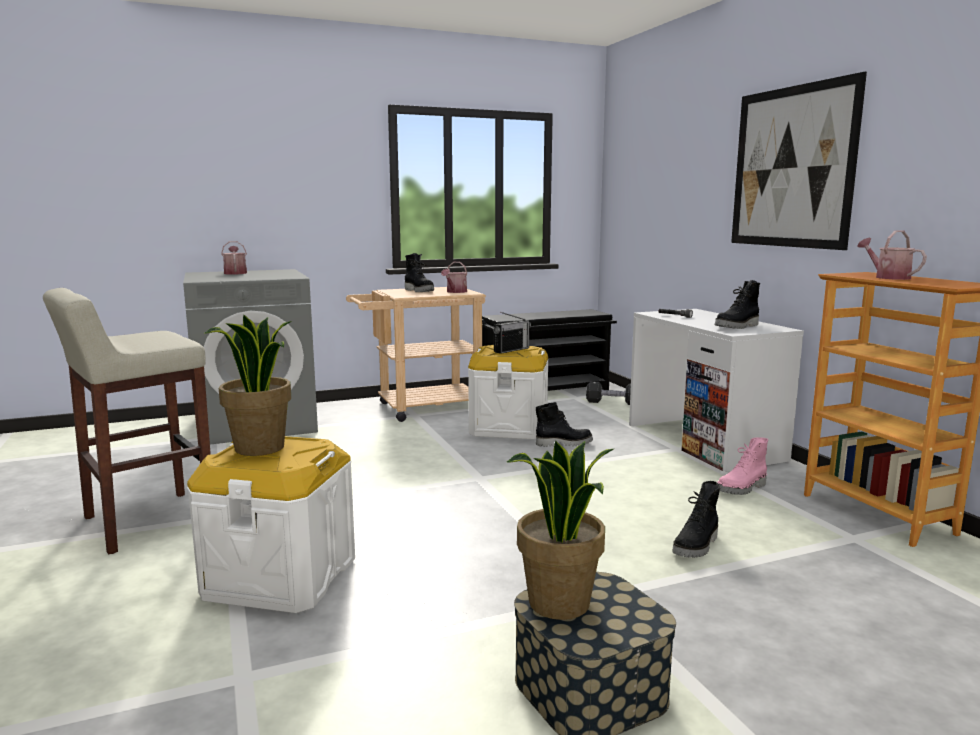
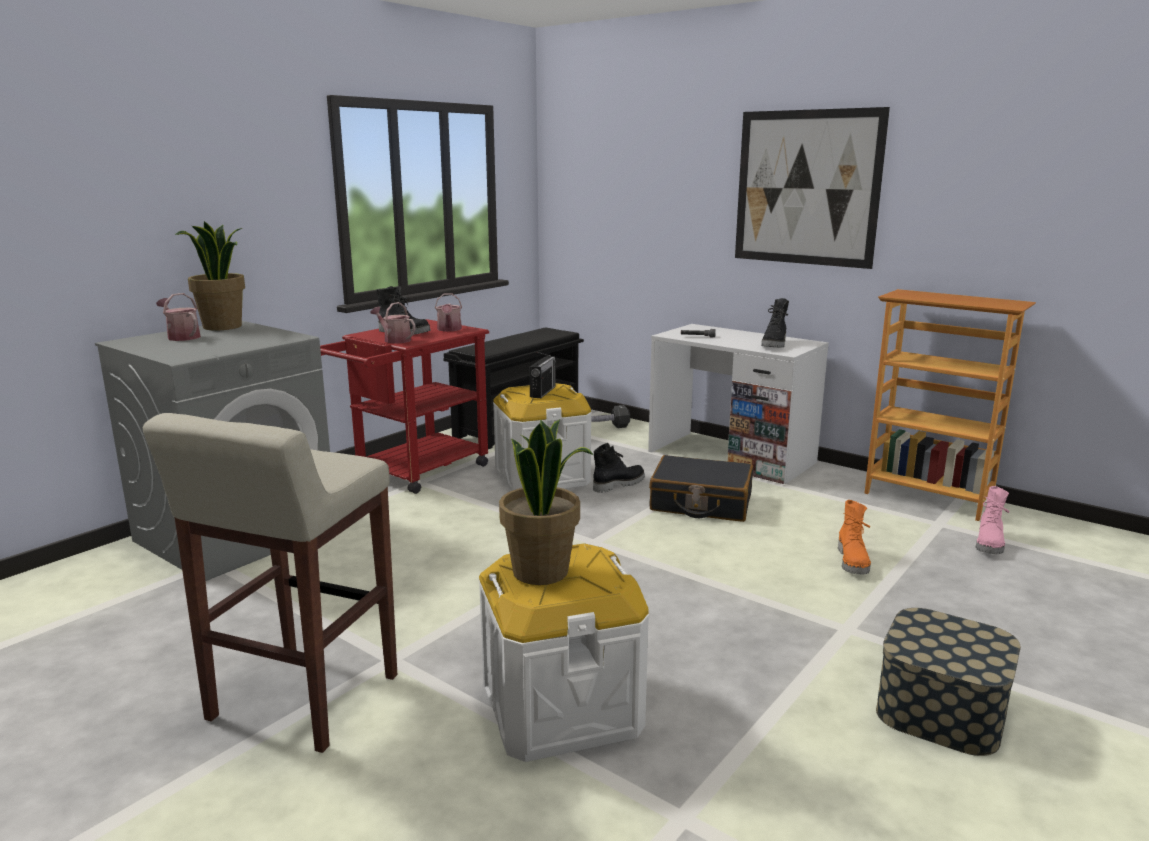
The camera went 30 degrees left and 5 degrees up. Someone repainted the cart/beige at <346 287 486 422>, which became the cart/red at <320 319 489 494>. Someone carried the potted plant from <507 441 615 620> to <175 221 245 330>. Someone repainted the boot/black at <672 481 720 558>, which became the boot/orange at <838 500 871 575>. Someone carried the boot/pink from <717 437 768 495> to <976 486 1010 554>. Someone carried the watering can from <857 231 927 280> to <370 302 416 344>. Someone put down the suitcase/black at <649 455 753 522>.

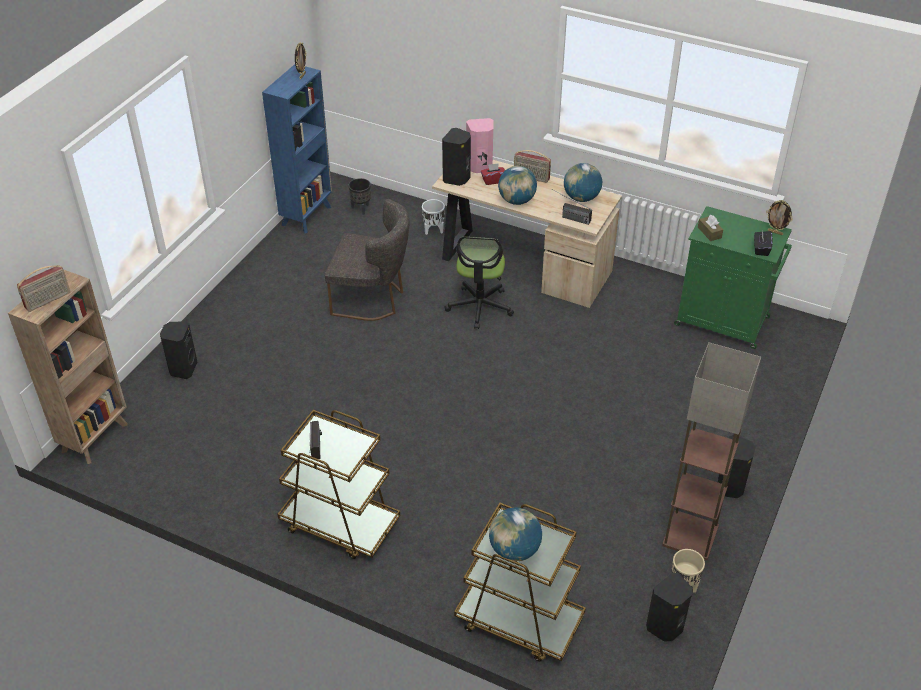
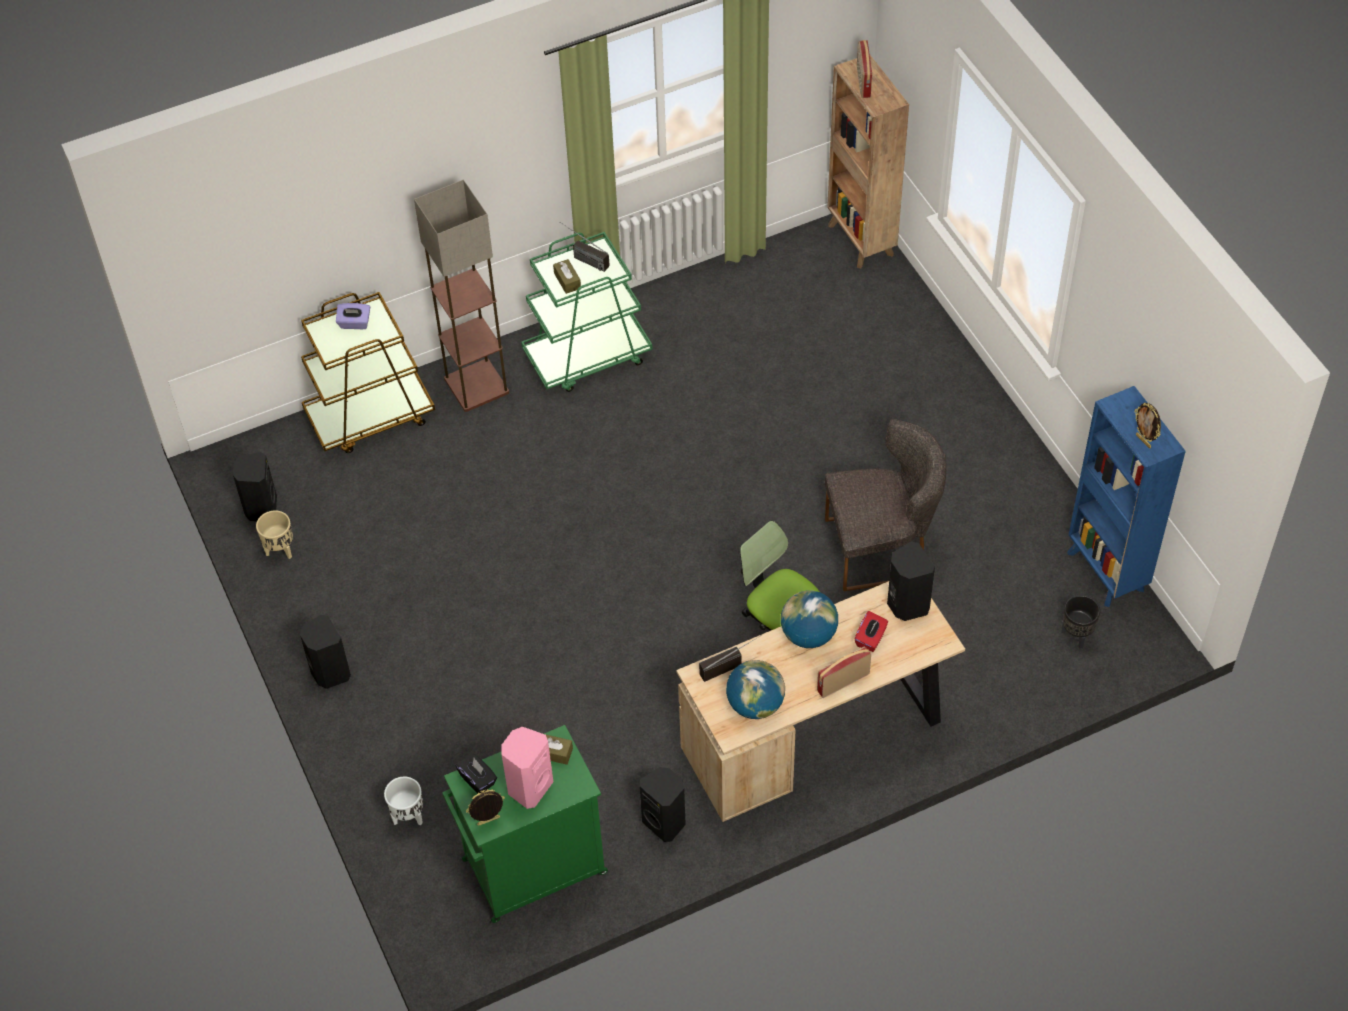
The camera went 130 degrees right and 10 degrees up. Someone carried the speaker/black from <160 321 197 379> to <640 767 686 842>. Someone repainted the cart/brown at <277 410 400 559>, which became the cart/green at <521 232 653 392>. Someone rotated the chair/grey at <324 199 409 321> by 150 degrees counterclockwise. Someone carried the planter/white from <422 199 445 235> to <384 776 423 825>. Someone carried the speaker/pink from <466 118 494 173> to <501 727 553 809>. Someone swapped the globe at <489 507 542 562> for the tissue box/purple at <336 303 370 329>. Someone carried the floor lamp from <662 342 761 560> to <414 180 509 412>. Someone put down the tissue box/brown at <553 259 581 294>.

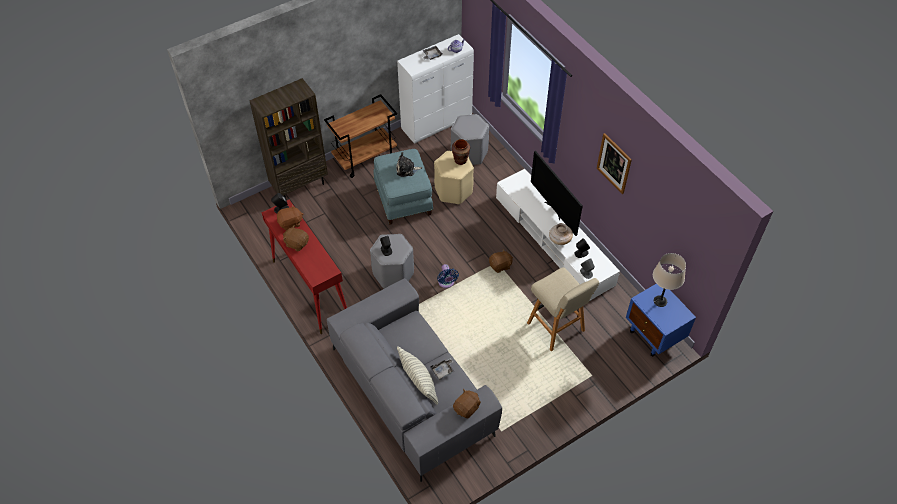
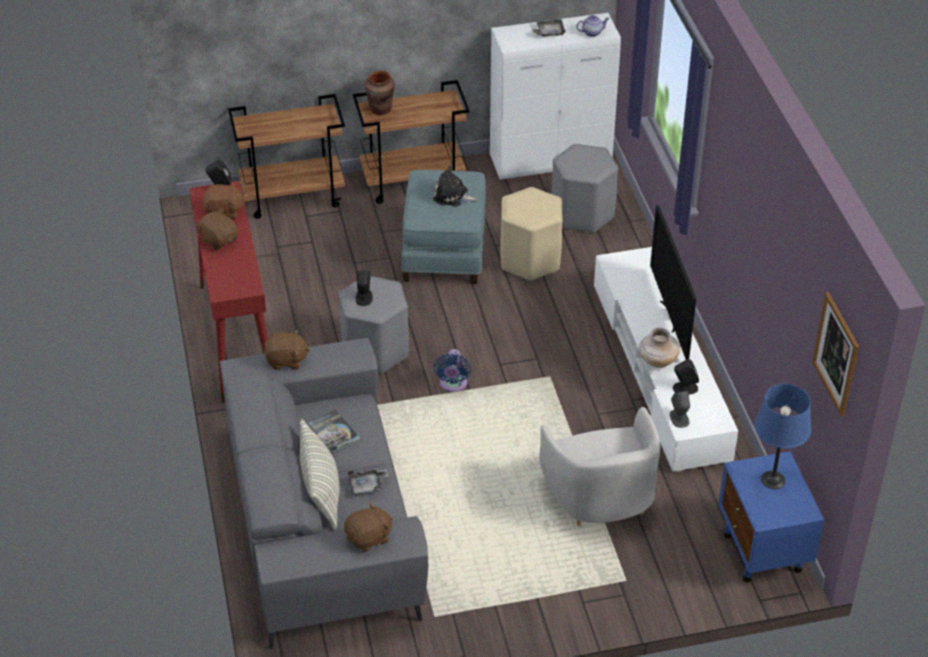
The camera went 20 degrees right and 10 degrees down. Someone swapped the bookcase/brown at <249 78 328 198> for the cart/brown at <228 94 345 219>. Someone carried the vase/brown from <452 139 470 165> to <365 71 395 115>. Someone carried the plush toy/brown from <489 249 513 273> to <264 329 310 370>. Someone swapped the stool/beige at <527 267 599 351> for the armchair/white at <539 407 660 526>. Someone carried the picture from <597 133 632 194> to <812 292 859 416>. Someone repainted the table lamp/beige at <653 253 686 307>, which became the table lamp/blue at <754 384 811 489>. Someone put down the book at <307 409 361 454>.

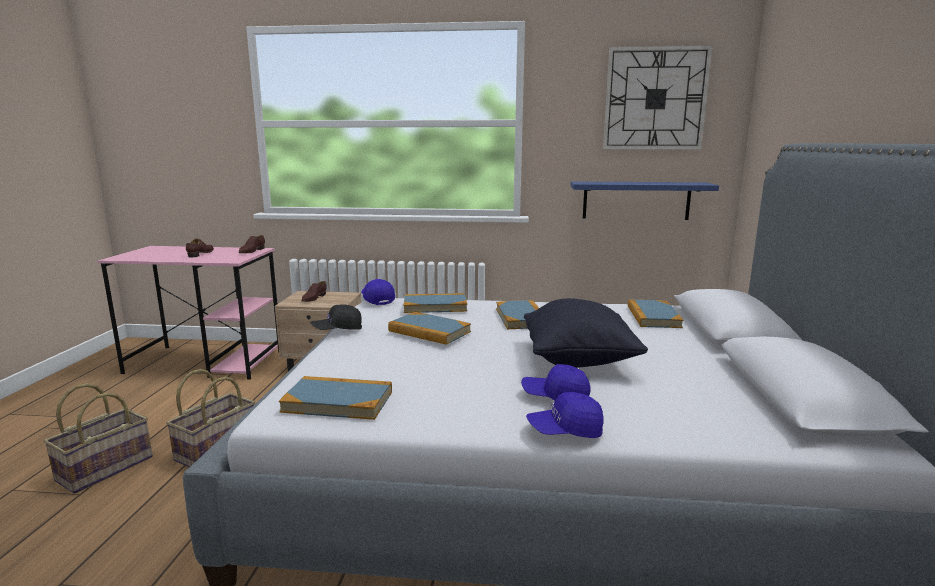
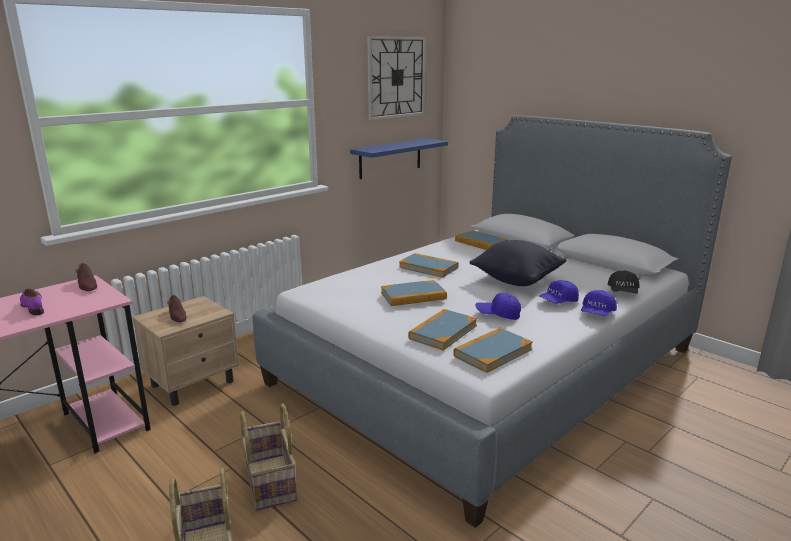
The camera went 50 degrees left and 5 degrees up. Someone repainted the shoe/brown at <186 239 214 258>, which became the shoe/purple at <20 288 44 315>. Someone carried the cap/black from <310 304 362 330> to <608 270 639 294>. Someone carried the cap/blue from <361 279 395 305> to <476 293 521 320>. Someone carried the book from <404 293 467 313> to <408 309 477 350>.

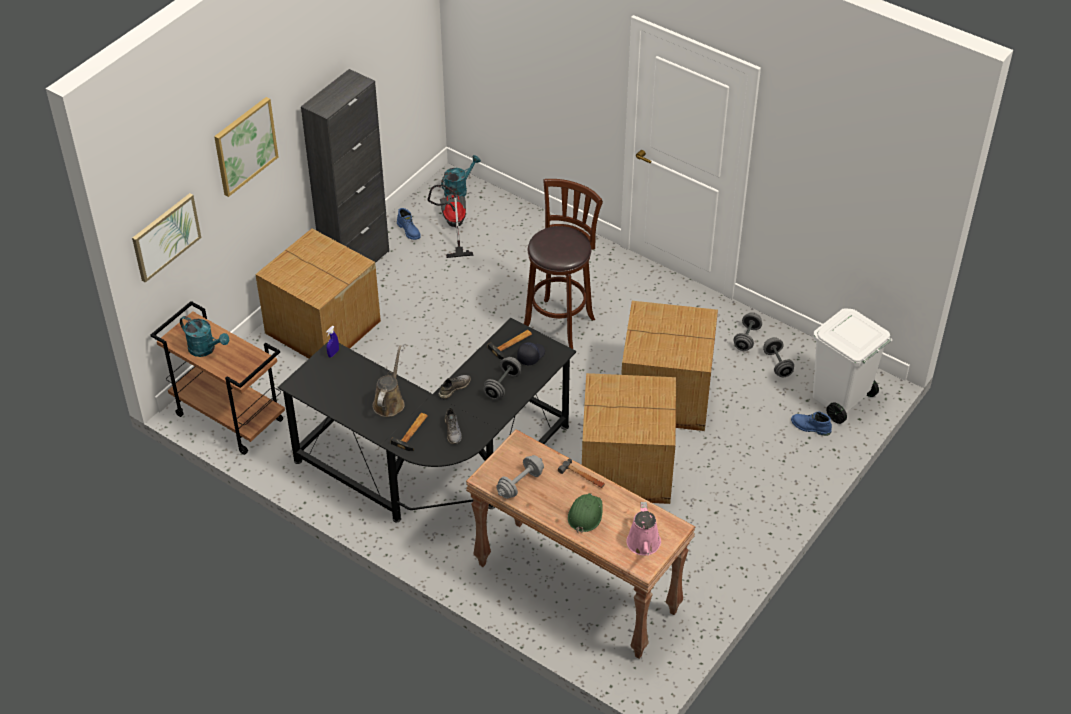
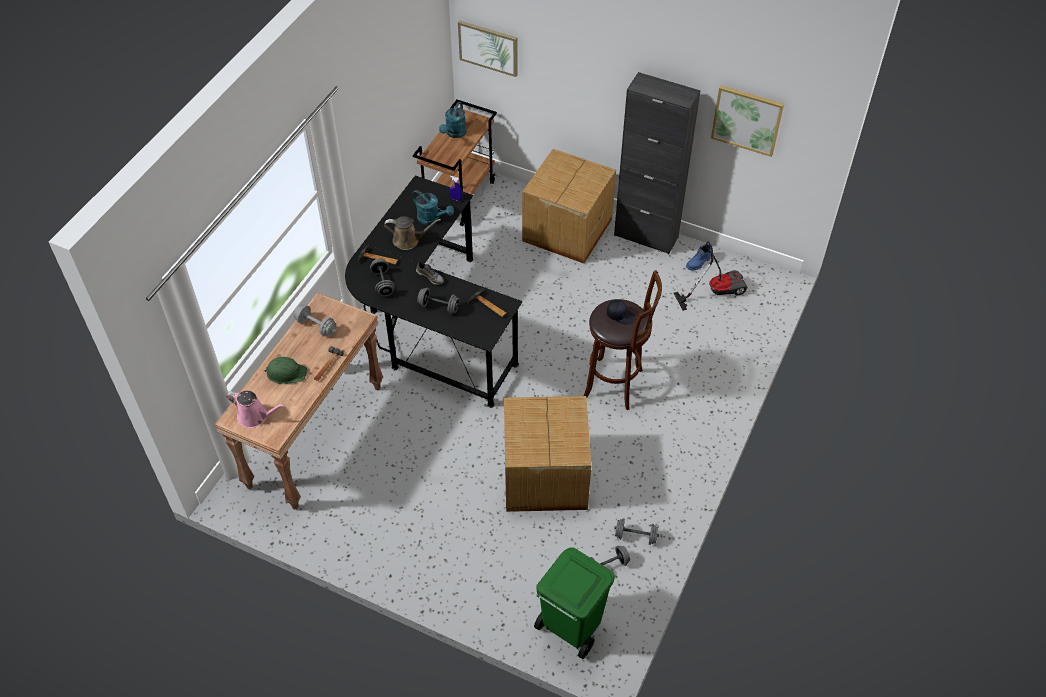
The camera went 80 degrees right and 5 degrees up. Someone carried the picture from <214 97 278 197> to <711 85 784 157>. Someone carried the watering can/turquoise from <441 155 481 197> to <412 190 454 225>. Someone swapped the shoe/grey at <445 408 462 444> for the dumbbell/grey at <370 258 395 297>. Someone carried the cap/black from <517 342 545 366> to <607 300 635 324>. Someone took away the cardboard box at <582 373 676 504>. Someone rotated the watering can/pink at <626 502 661 556> by 150 degrees counterclockwise. Someone took away the boot/blue at <791 411 832 436>. Someone repainted the trash can/white at <813 308 892 424>, which became the trash can/green at <534 547 615 659>.

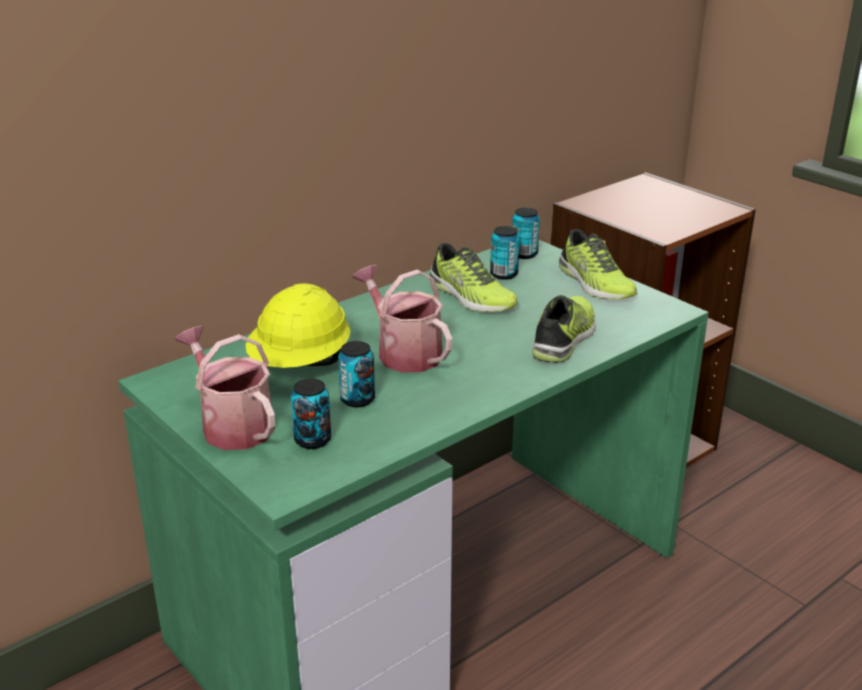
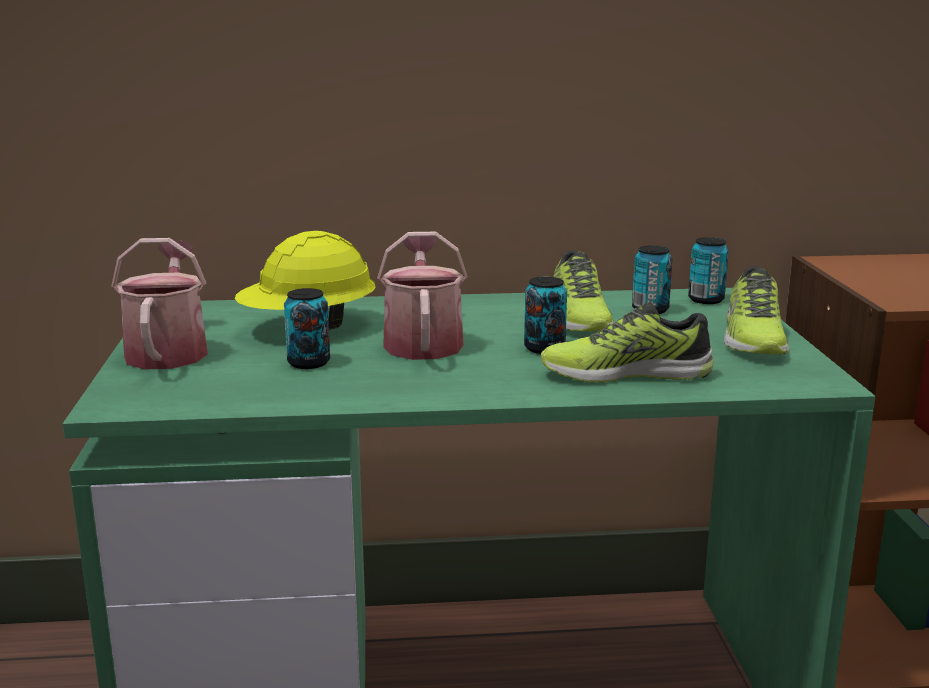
The camera went 35 degrees right and 10 degrees down. Someone carried the can from <291 379 331 449> to <524 277 567 354>. Someone rotated the shoe at <532 295 596 363> by 150 degrees counterclockwise.

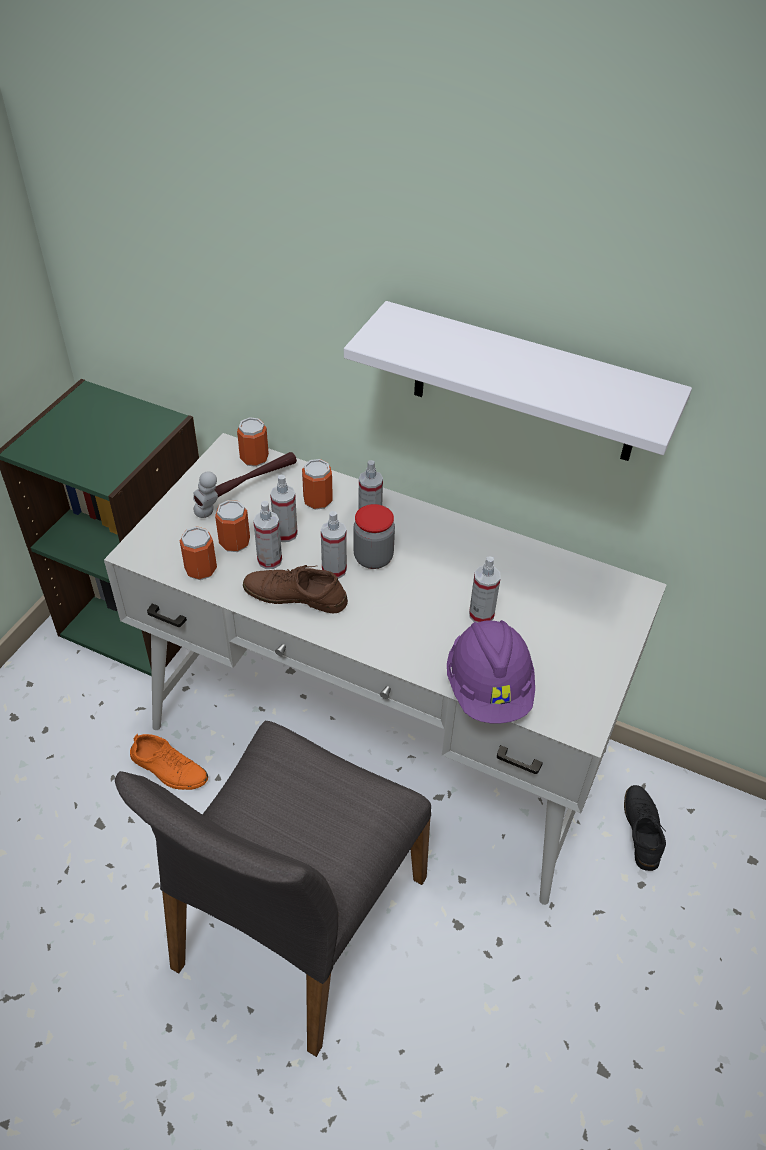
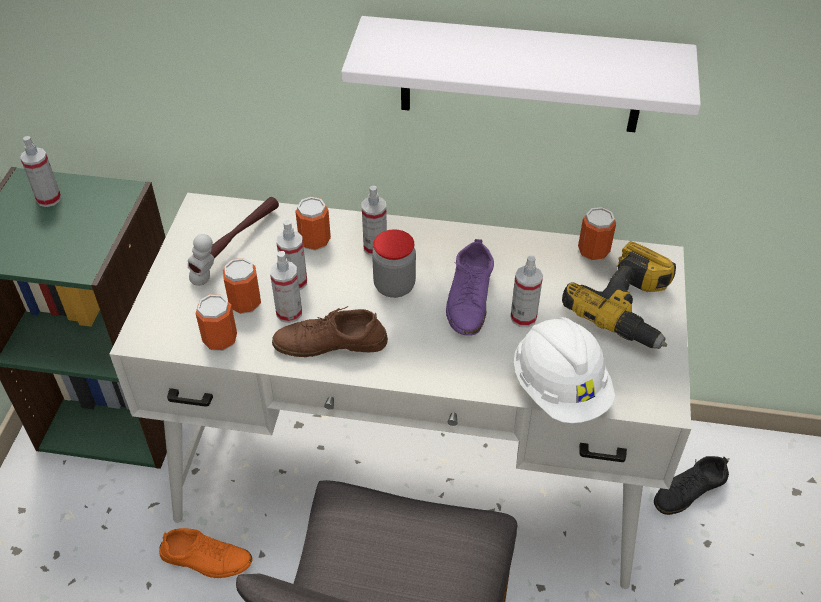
The camera went 15 degrees left and 0 degrees up. Someone carried the can from <237 417 269 467> to <578 207 616 261>. Someone carried the spray bottle from <321 511 347 579> to <20 136 61 207>. Someone repainted the hard hat/purple at <447 620 535 724>, which became the hard hat/white at <514 317 615 423>. Someone rotated the shoe/black at <624 785 666 871> by 105 degrees counterclockwise. Someone put down the shoe/purple at <446 239 494 336>. Someone put down the power drill at <562 241 676 349>.

